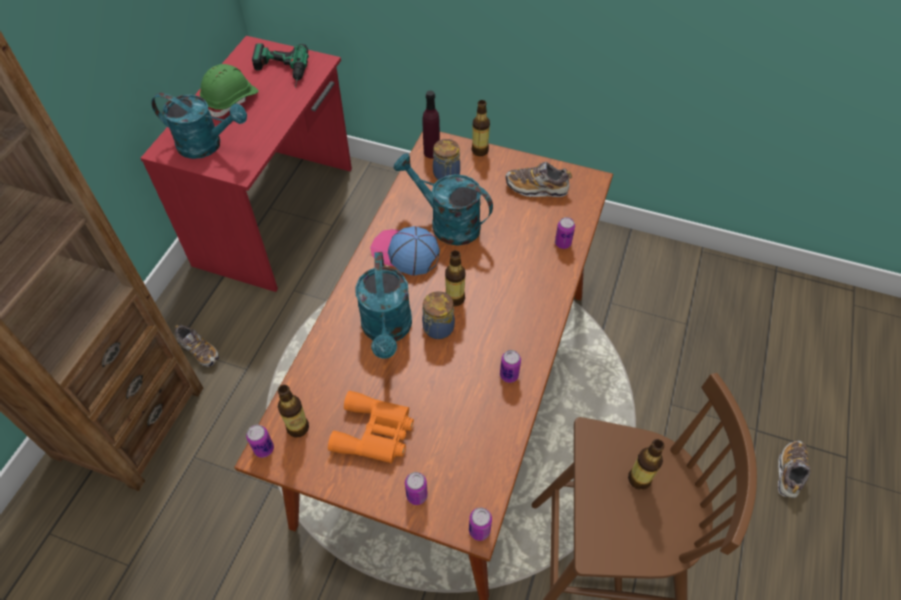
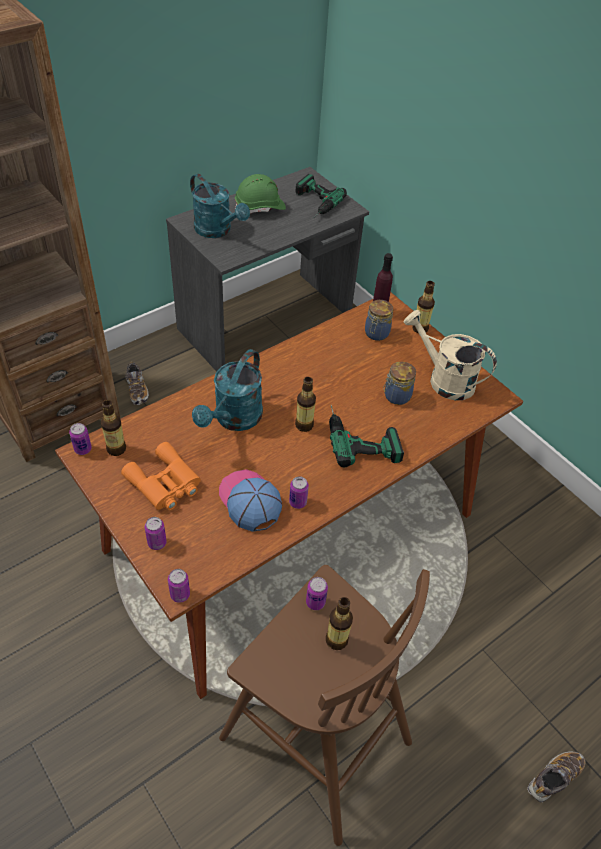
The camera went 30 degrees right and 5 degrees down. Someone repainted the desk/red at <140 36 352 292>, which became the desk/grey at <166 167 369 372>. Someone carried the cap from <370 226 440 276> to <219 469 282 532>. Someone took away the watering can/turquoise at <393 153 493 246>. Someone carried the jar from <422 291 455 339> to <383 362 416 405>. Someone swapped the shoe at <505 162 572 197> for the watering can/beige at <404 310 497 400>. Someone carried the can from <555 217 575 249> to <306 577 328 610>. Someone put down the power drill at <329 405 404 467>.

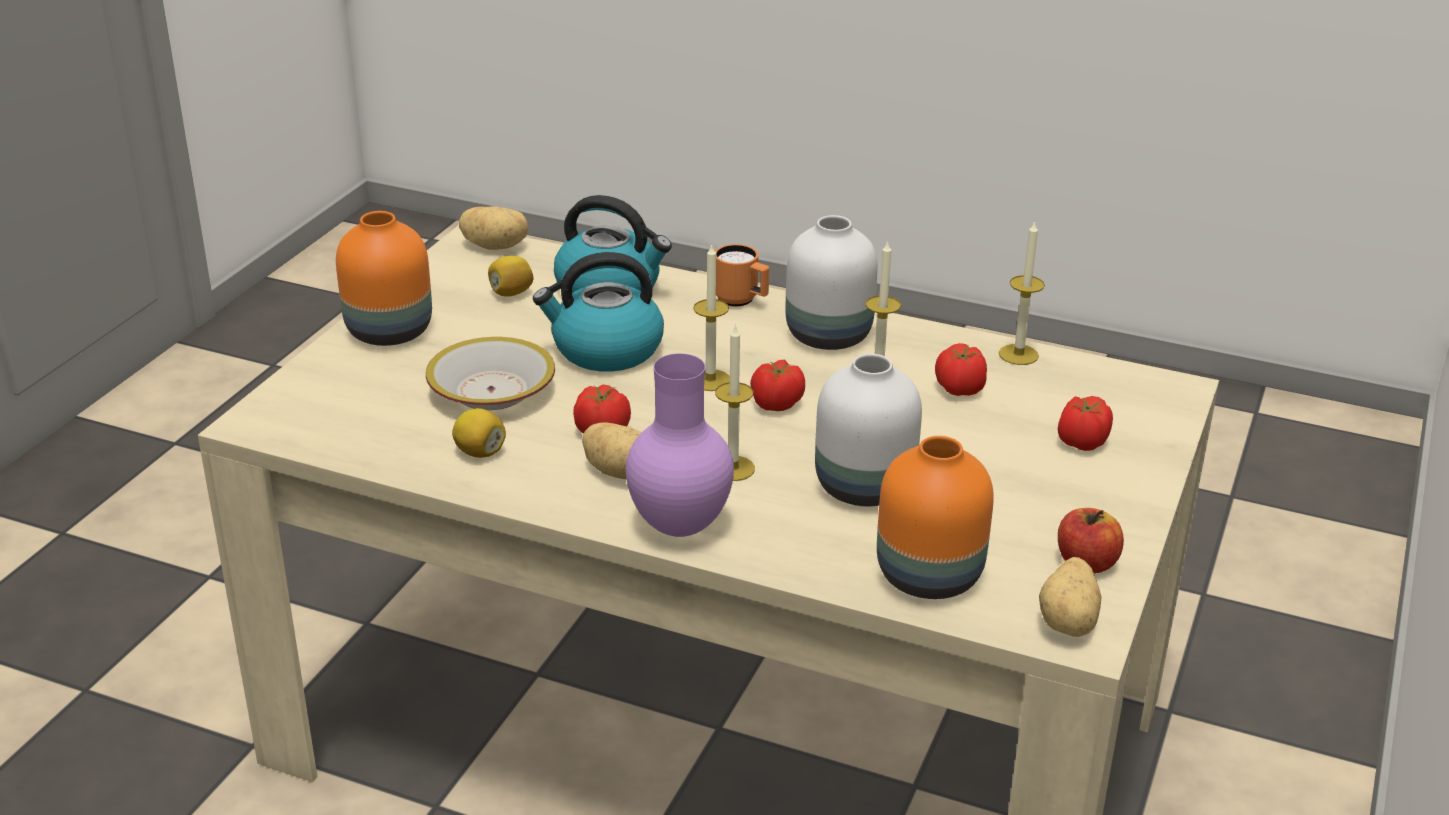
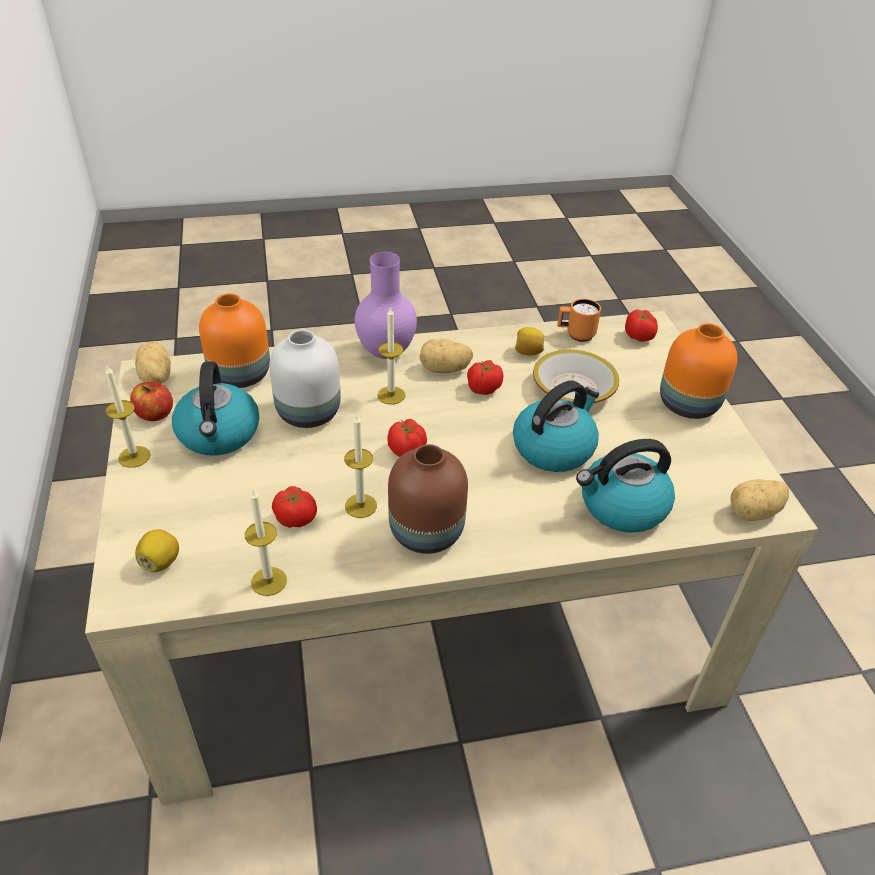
The camera went 145 degrees right and 10 degrees up. Someone carried the lemon from <488 256 534 297> to <135 529 179 572>. Someone carried the candle from <693 243 730 391> to <105 366 151 468>. Someone carried the mug/orange from <715 244 769 307> to <557 299 601 342>. Someone repainted the vase/white at <786 215 878 350>, which became the vase/brown at <388 444 468 554>. Someone carried the tomato from <1058 396 1113 451> to <625 309 658 342>. Someone put down the kettle at <172 362 259 455>.

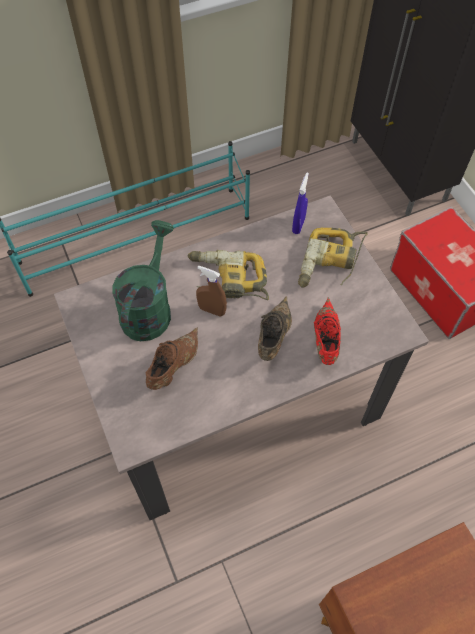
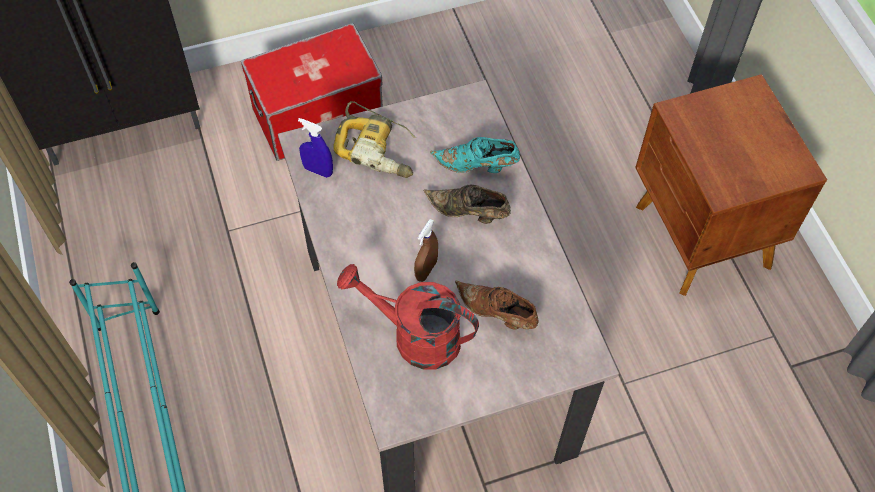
The camera went 85 degrees left and 0 degrees up. Someone repainted the watering can/green at <112 220 174 341>, which became the watering can/red at <337 264 479 369>. Someone took away the power drill at <188 250 269 300>. Someone repainted the shoe/red at <314 298 341 365>, which became the shoe/turquoise at <430 137 520 173>.

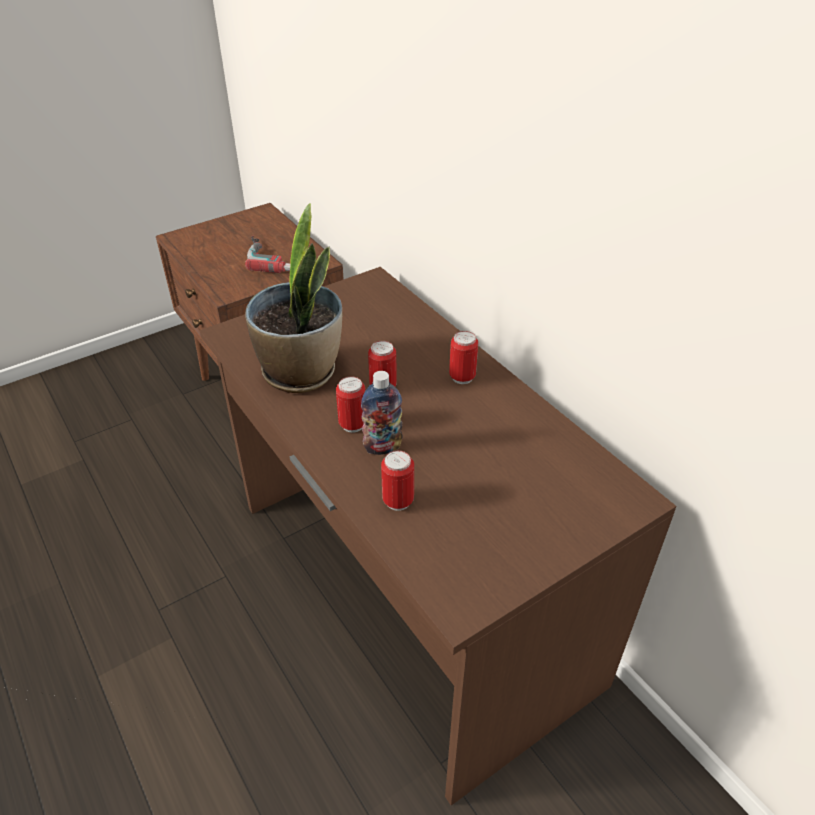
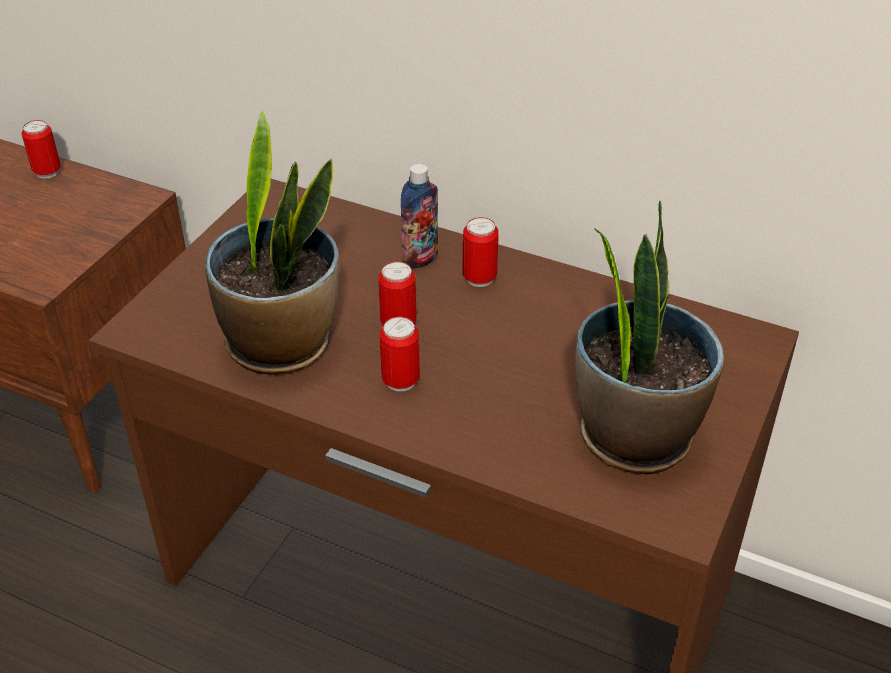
The camera went 30 degrees left and 0 degrees up. Someone took away the power drill at <245 236 290 273>. Someone carried the bottle from <361 371 402 455> to <401 164 438 269>. Someone carried the can from <381 450 414 511> to <21 120 61 179>. Someone put down the potted plant at <575 200 724 474>.

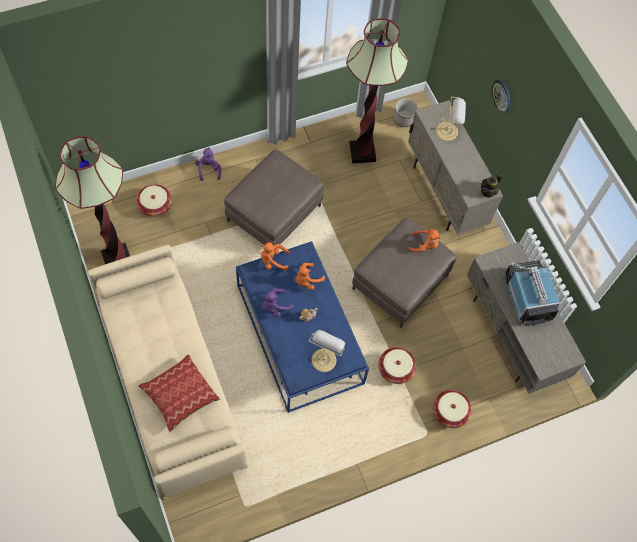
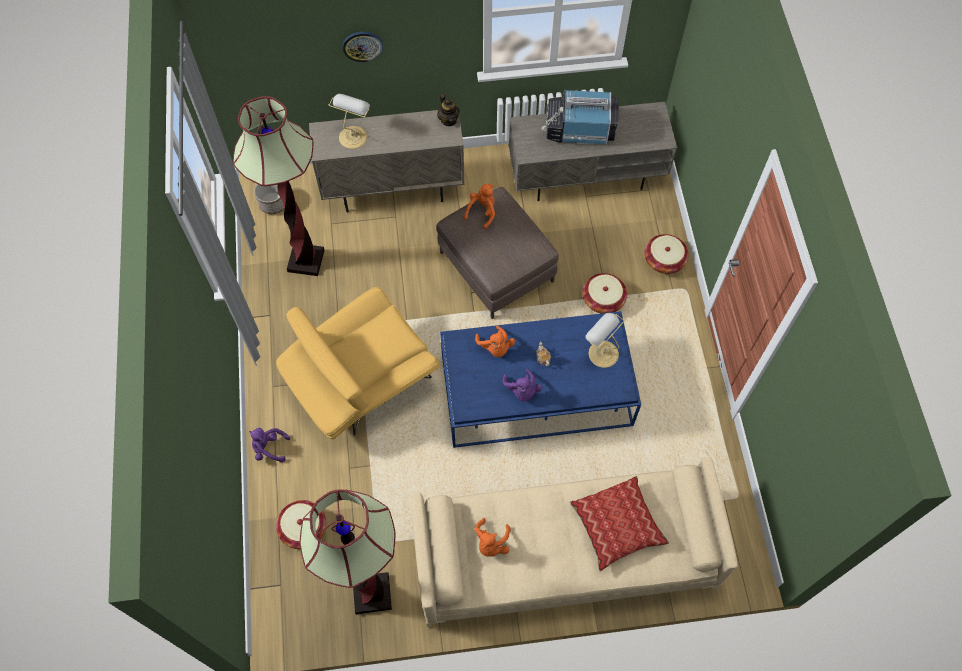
The camera went 70 degrees left and 0 degrees up. Someone swapped the ottoman/brown at <224 149 324 245> for the armchair/yellow at <276 287 440 439>. Someone carried the plush toy/orange from <261 242 289 271> to <475 518 511 557>.

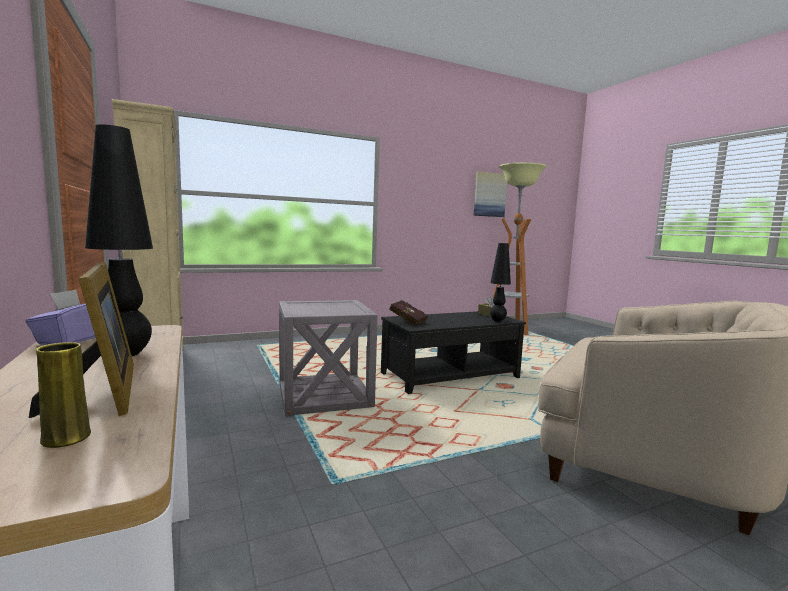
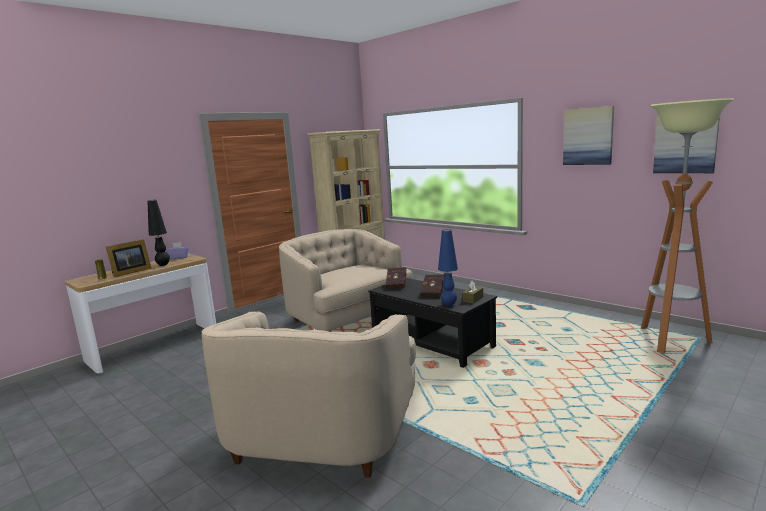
The camera went 70 degrees right and 5 degrees up. Someone swapped the side table/grey at <279 300 378 417> for the armchair/beige at <279 229 413 332>. Someone repainted the table lamp/black at <490 243 511 322>, which became the table lamp/blue at <438 229 458 306>. Someone put down the book/red at <420 274 444 297>. Someone put up the picture at <563 106 614 165>.

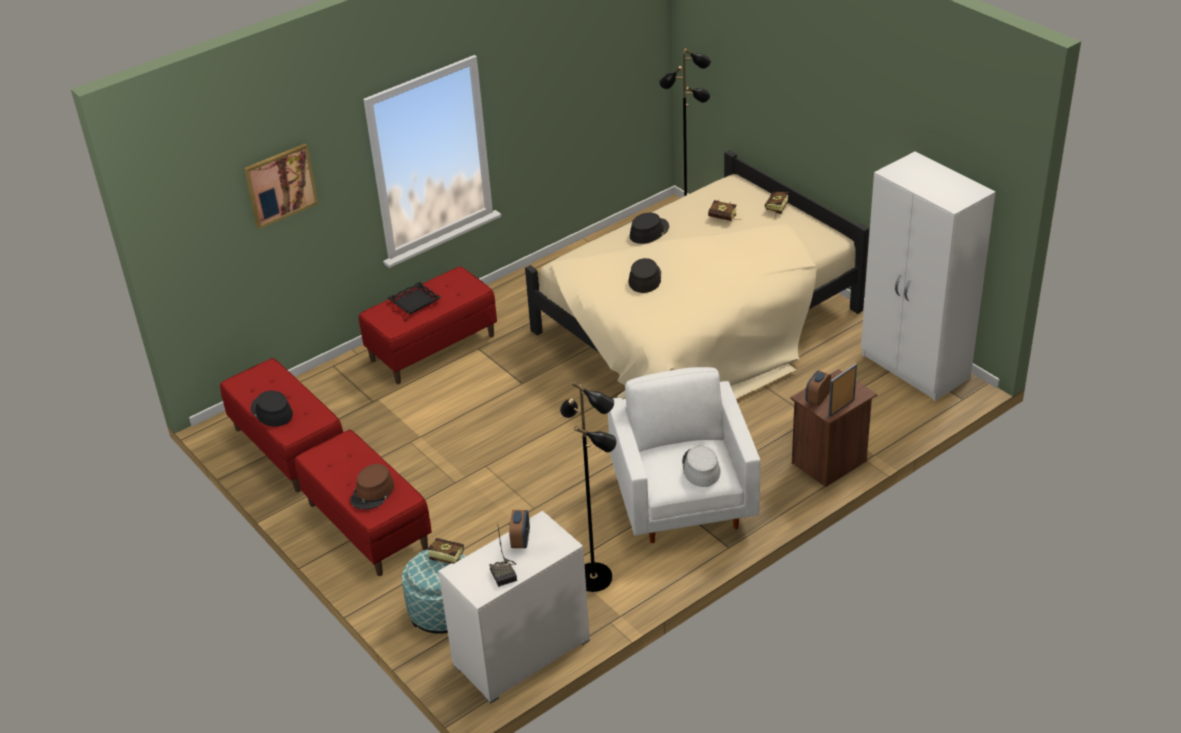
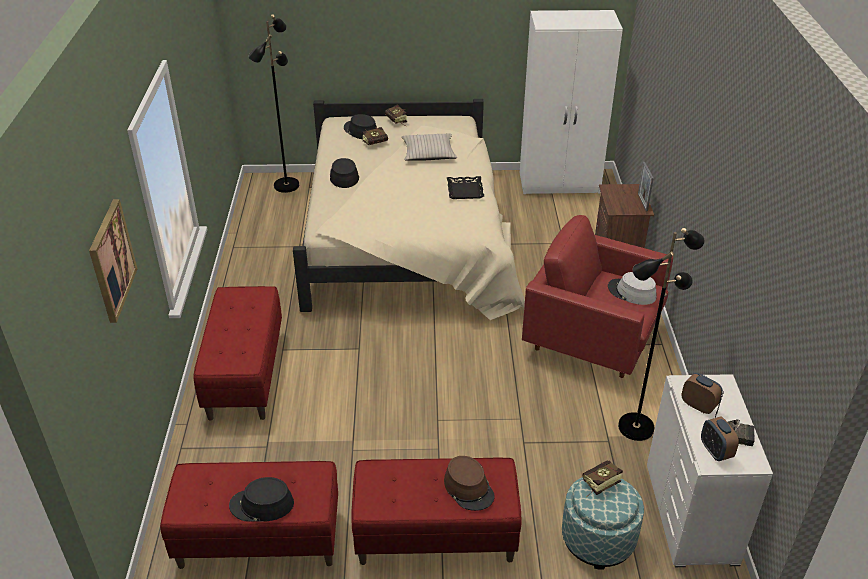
The camera went 55 degrees left and 0 degrees up. Someone carried the tray/black from <388 282 441 314> to <447 176 484 199>. Someone repainted the armchair/white at <608 367 761 543>, which became the armchair/red at <522 215 673 378>. Someone carried the hat/black from <628 258 661 293> to <344 114 377 140>. Someone carried the alarm clock from <805 371 831 406> to <701 417 739 461>. Someone put down the pillow/beige at <402 133 457 161>.

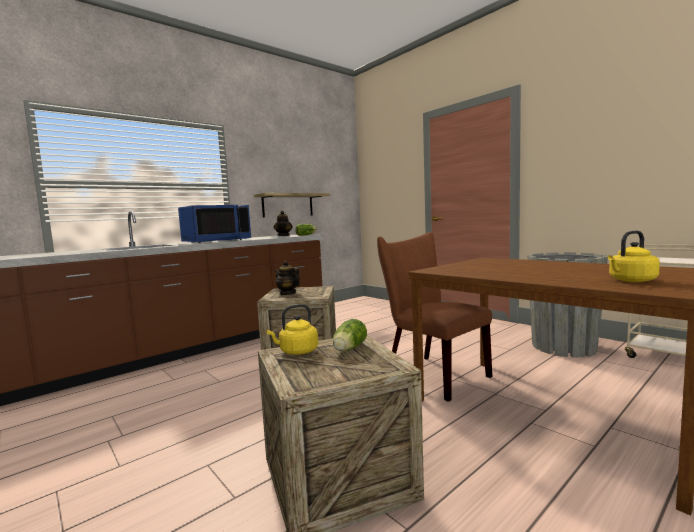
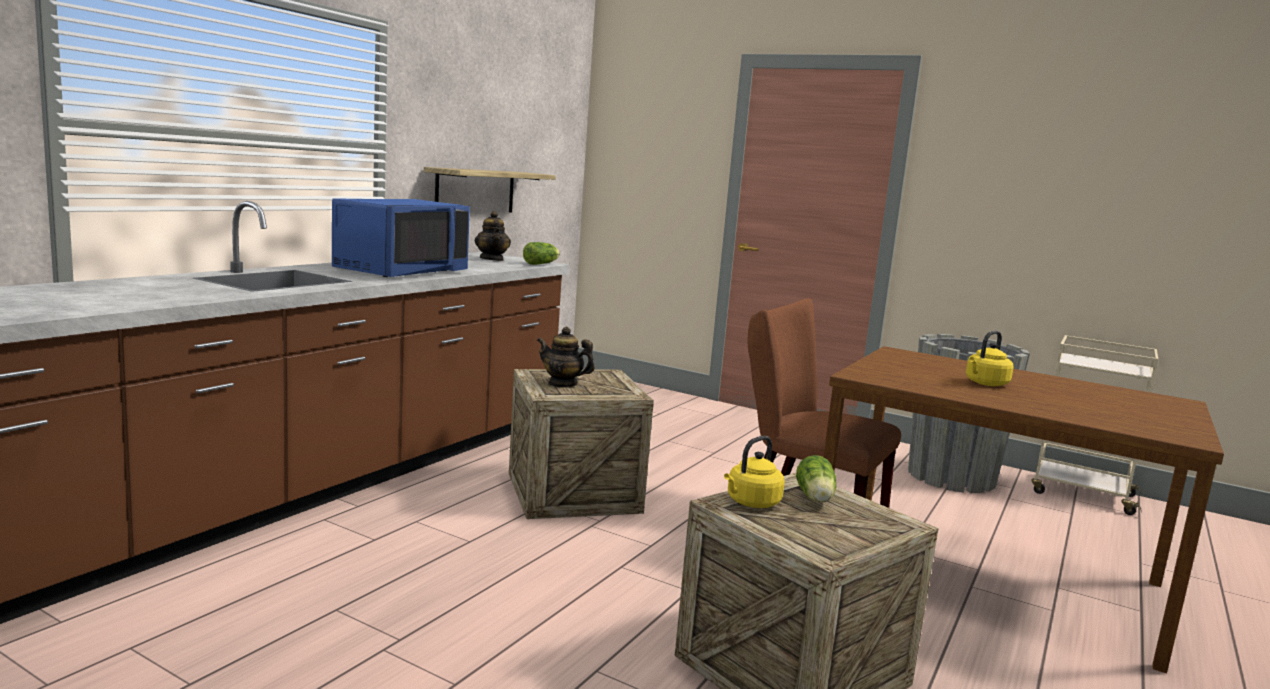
The camera went 20 degrees left and 5 degrees up. Someone carried the kettle/yellow from <608 230 660 282> to <966 331 1014 386>.

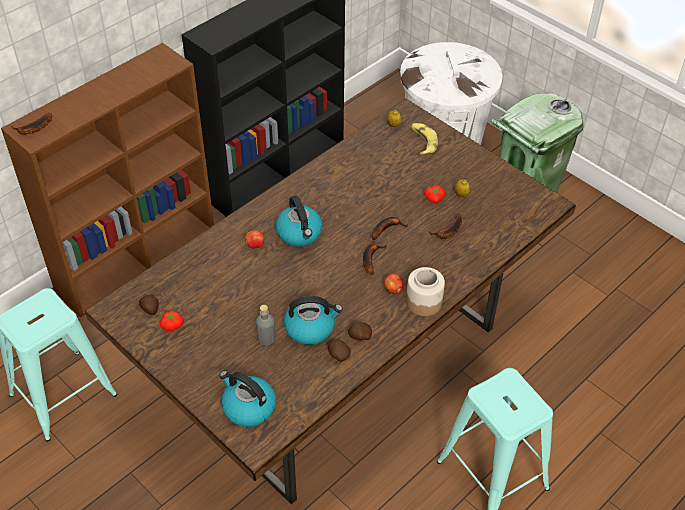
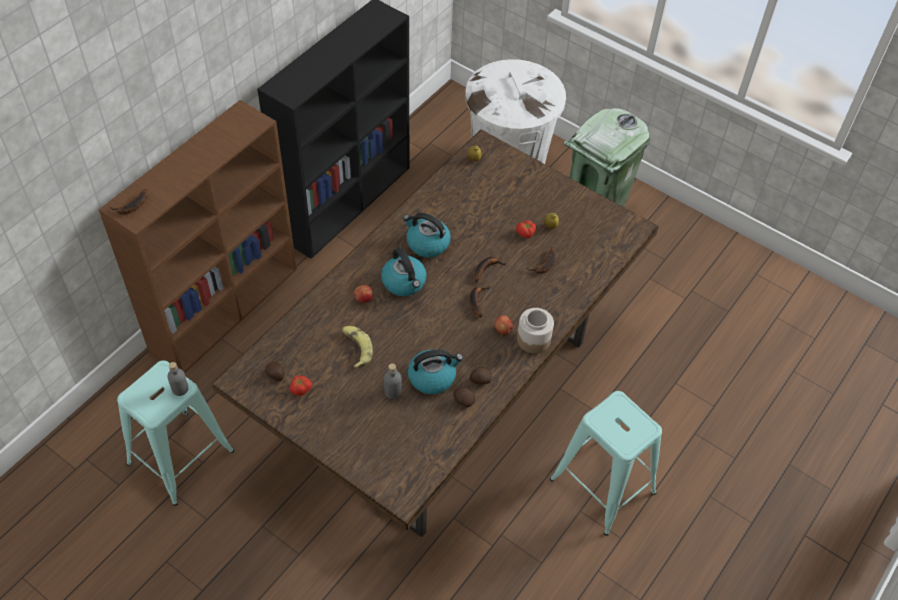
The camera went 10 degrees left and 5 degrees up. Someone carried the kettle from <219 371 276 427> to <403 213 451 257>. Someone carried the banana from <411 123 438 155> to <342 326 373 368>. Someone put down the bottle/grey at <167 362 189 396>.

